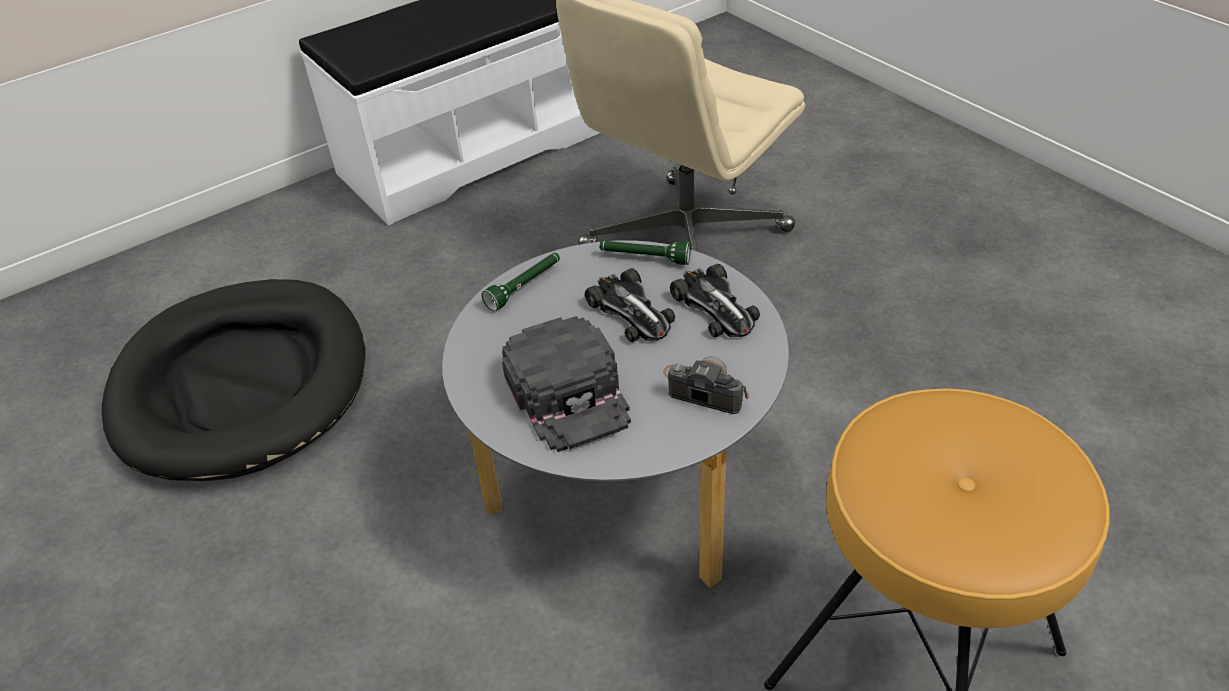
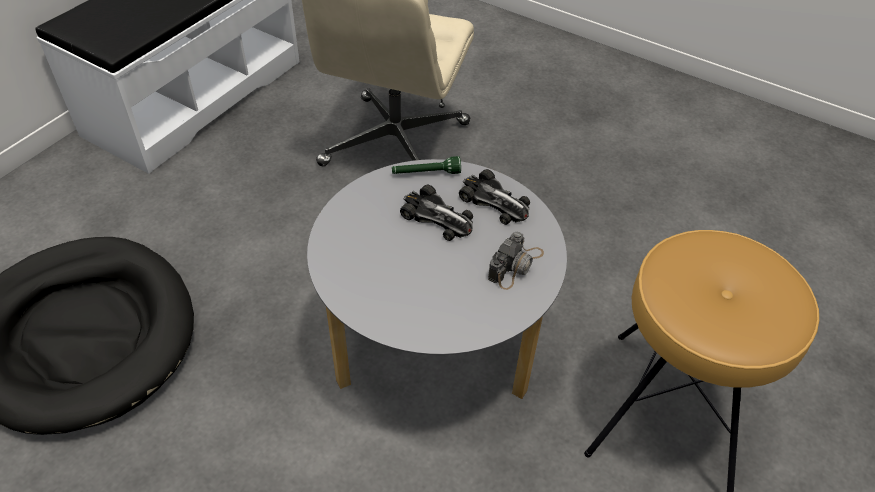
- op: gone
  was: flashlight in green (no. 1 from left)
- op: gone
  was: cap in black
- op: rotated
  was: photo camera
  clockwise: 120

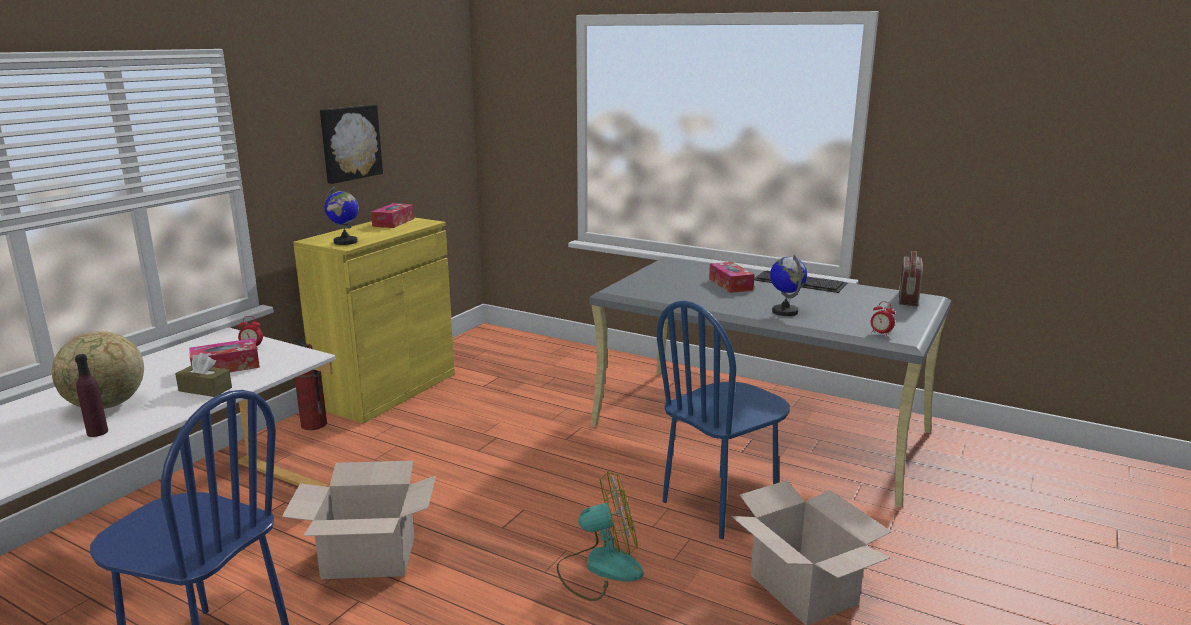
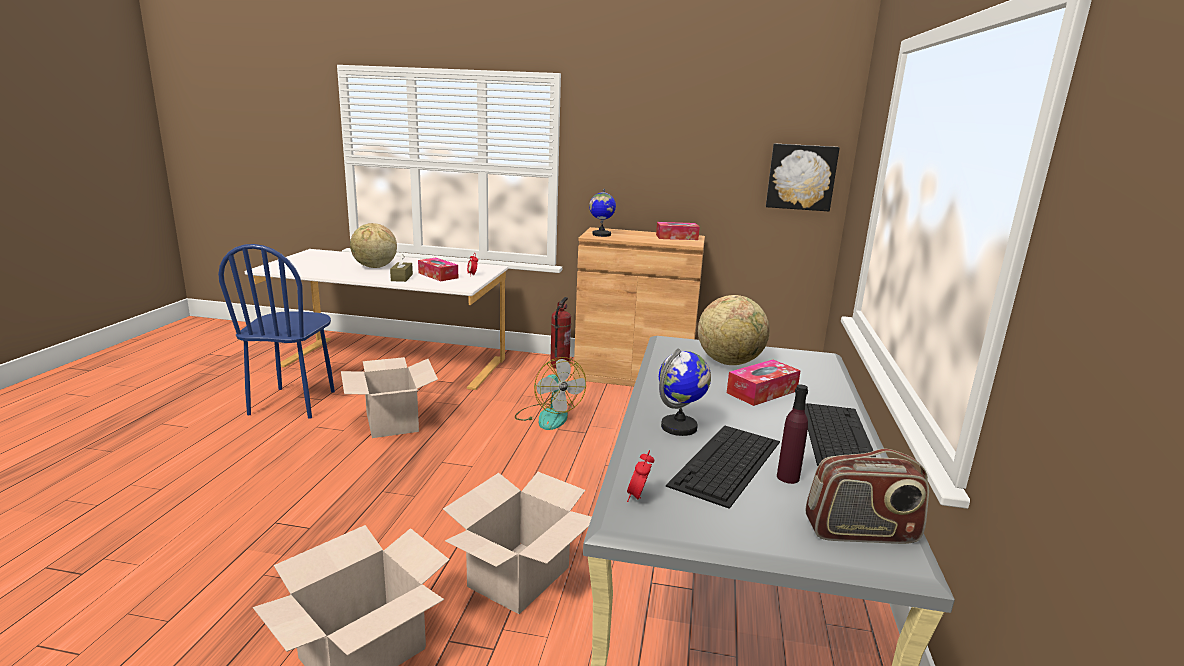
- op: shifted
  was: bottle in purple
- op: repainted
  was: cabinet in yellow
  now: cabinet in brown
- op: shifted
  was: picture
- op: shifted
  was: fan
- op: swapped
  was: chair in blue (no. 2 from left)
  now: cardboard box (no. 3 from left)
- op: new
  now: keyboard (no. 1 from left)
- op: new
  now: globe (no. 4 from left)

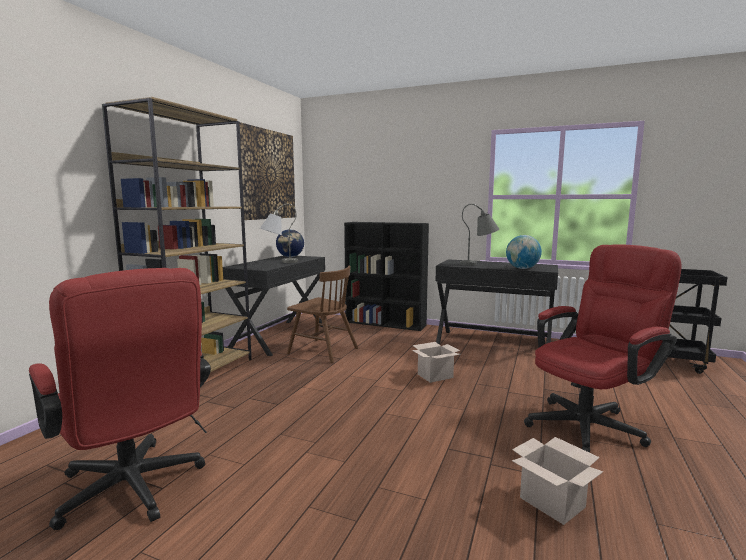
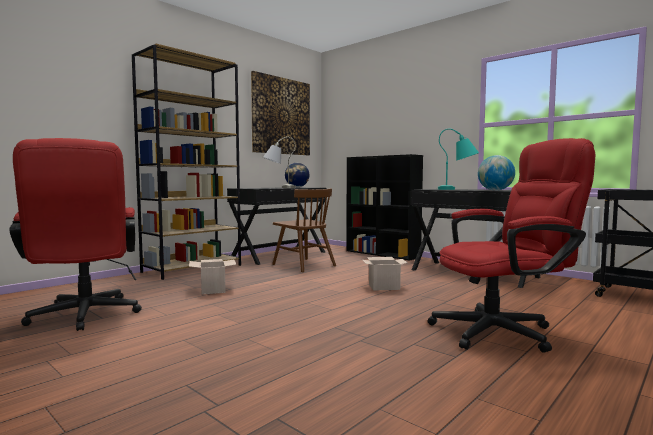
- op: repainted
  was: table lamp in grey (no. 2 from left)
  now: table lamp in turquoise
- op: shifted
  was: cardboard box (no. 2 from left in the first image)
  now: cardboard box (no. 1 from left)

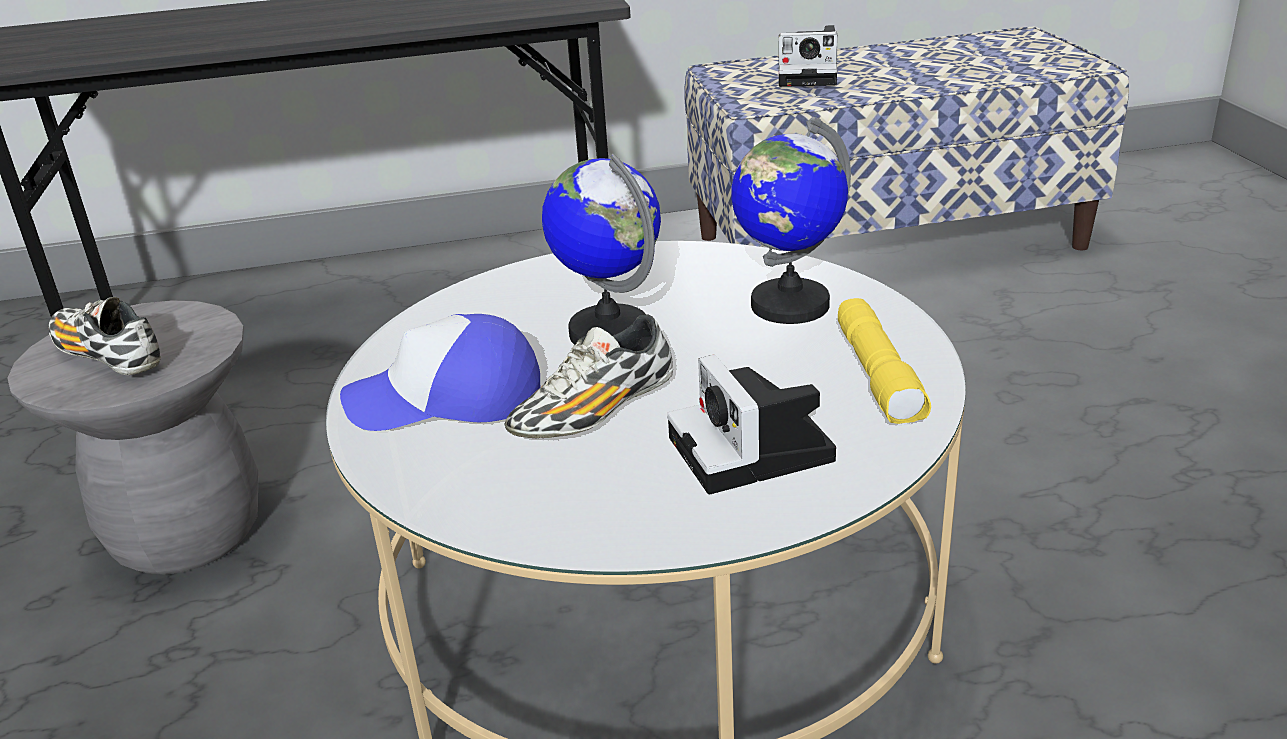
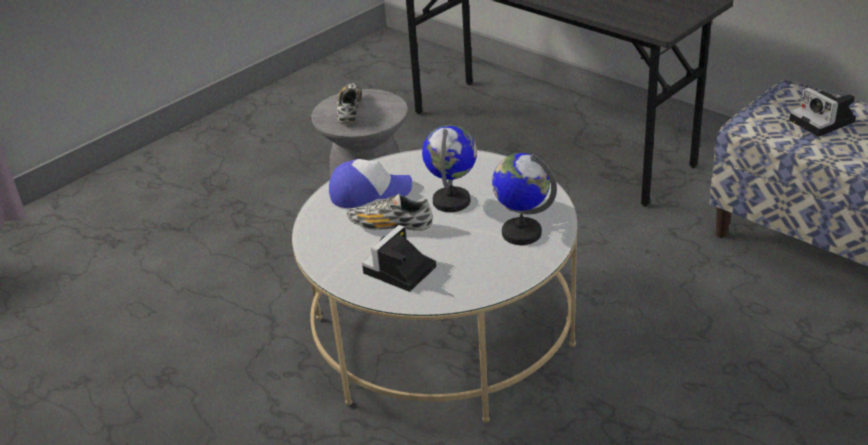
- op: rotated
  was: cap
  clockwise: 120
- op: gone
  was: flashlight in yellow

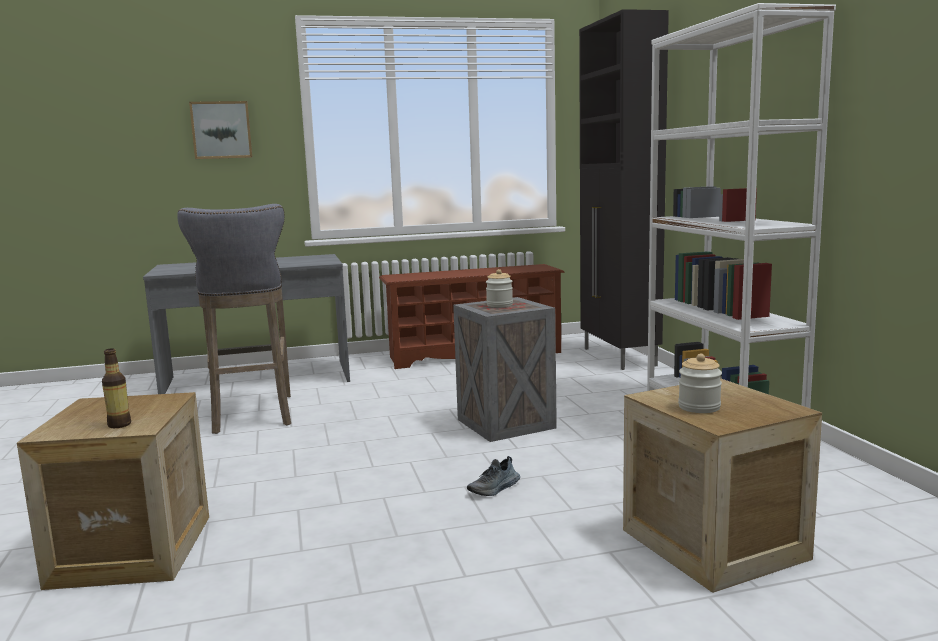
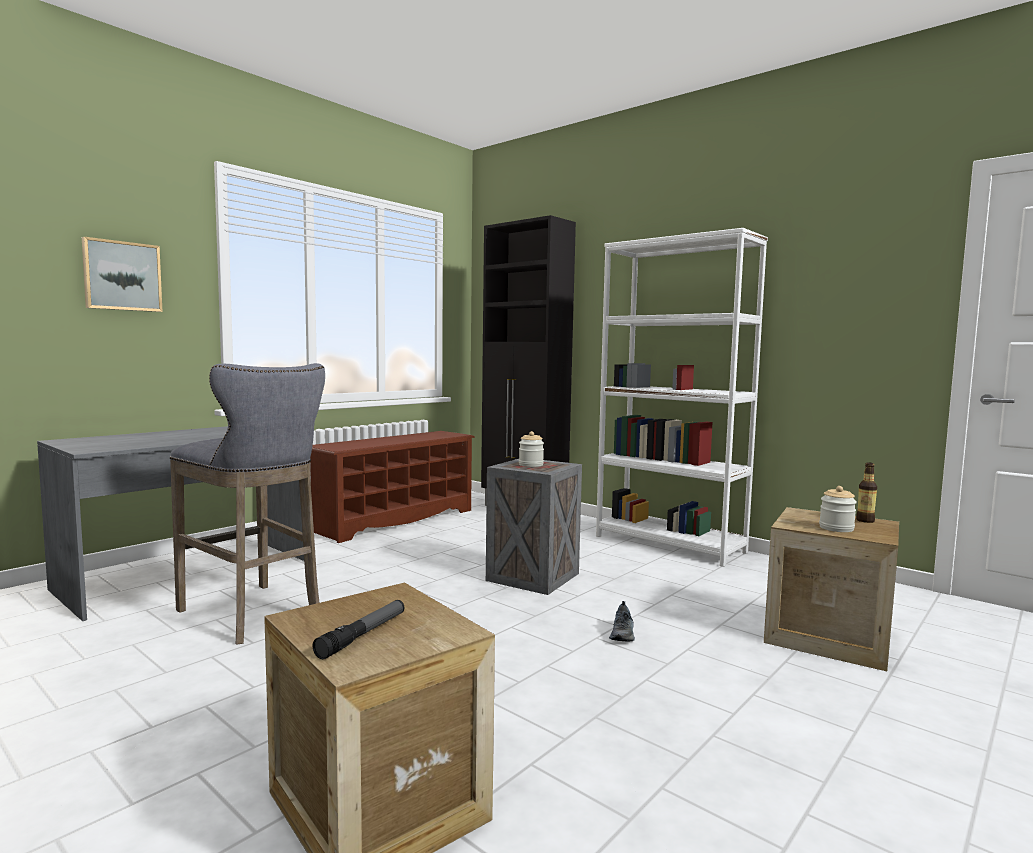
- op: shifted
  was: bottle
- op: new
  now: flashlight

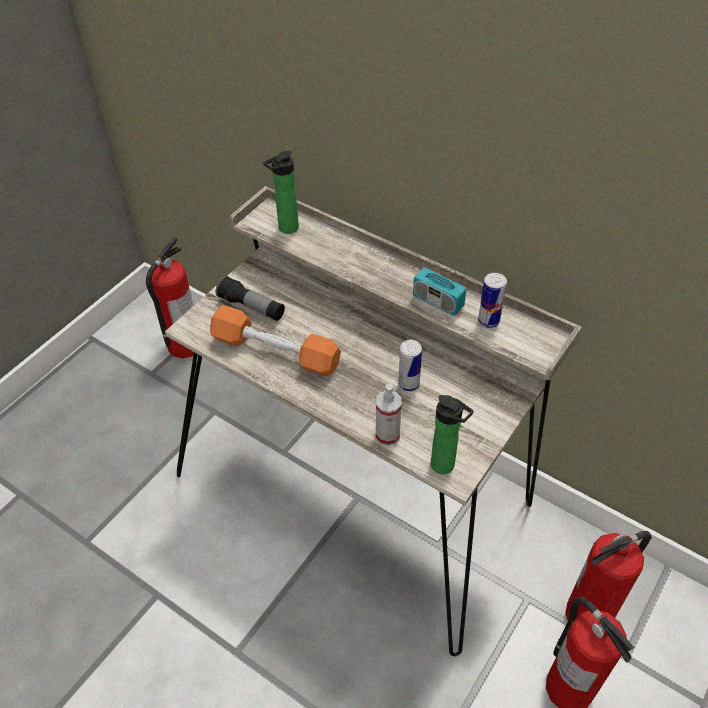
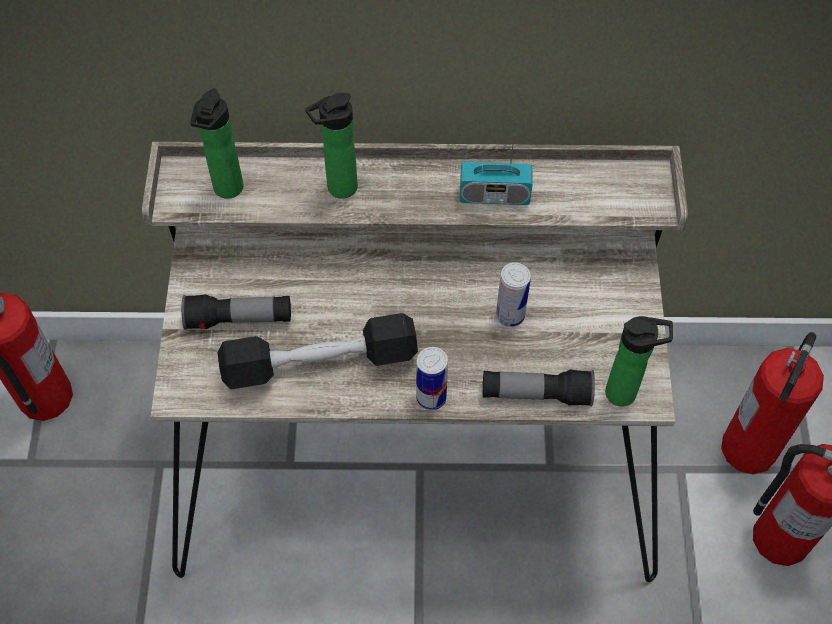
- op: repainted
  was: dumbbell in orange
  now: dumbbell in black
- op: swapped
  was: spray bottle
  now: flashlight (no. 2 from left)
- op: shifted
  was: can (no. 2 from left in the first image)
  now: can (no. 1 from left)
- op: new
  now: bottle (no. 2 from left)

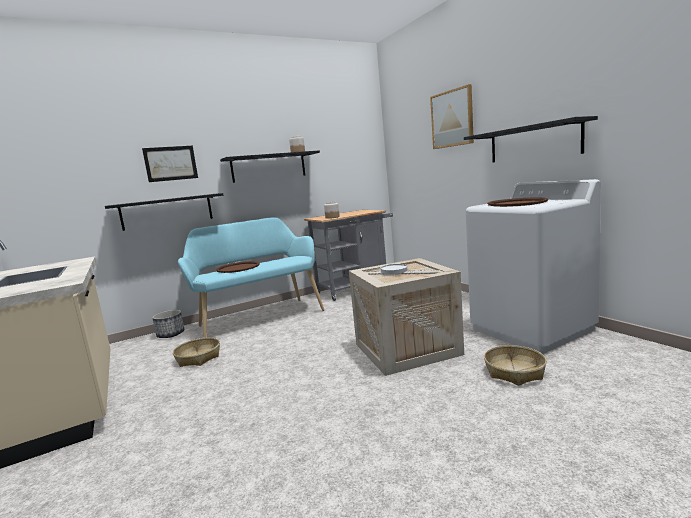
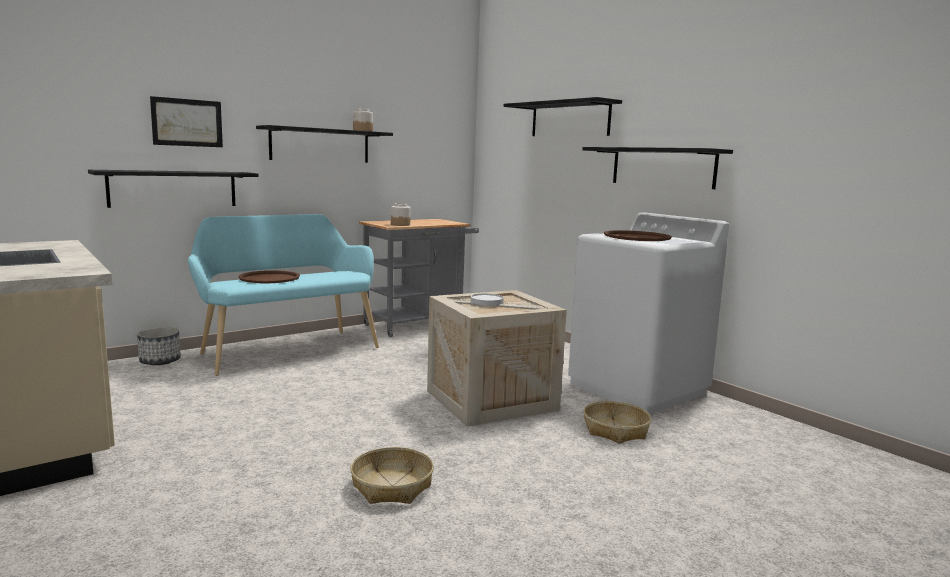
- op: shifted
  was: basket (no. 1 from left)
- op: swapped
  was: picture (no. 2 from left)
  now: shelf in black (no. 3 from left)

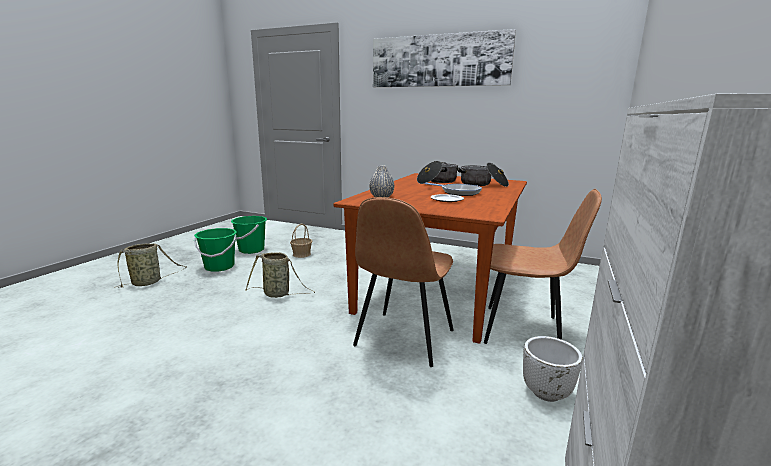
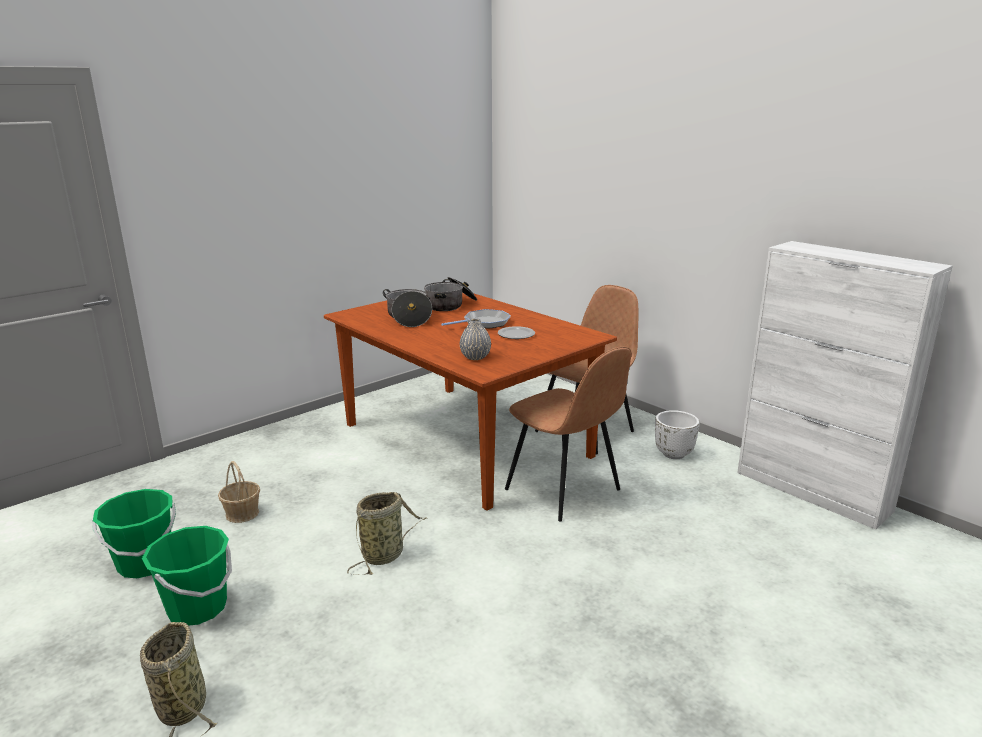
- op: gone
  was: picture

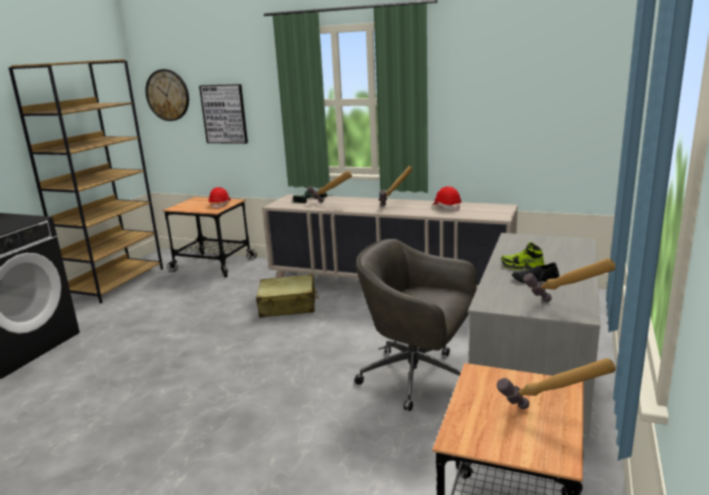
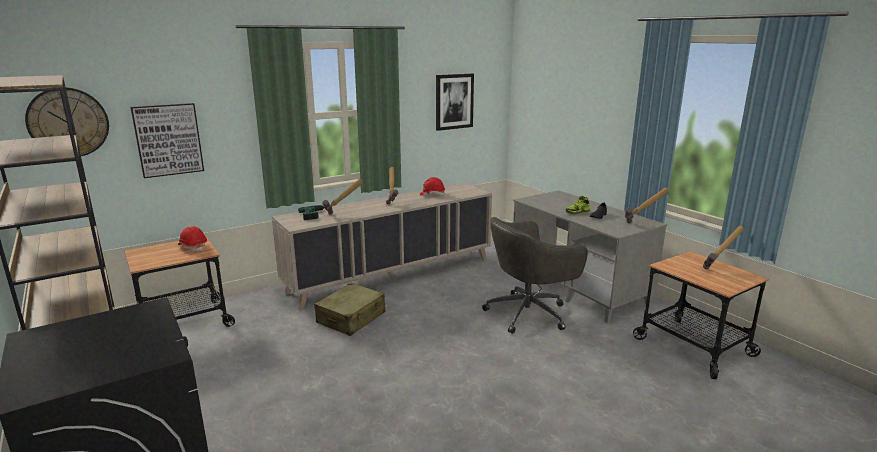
- op: new
  now: picture (no. 2 from left)

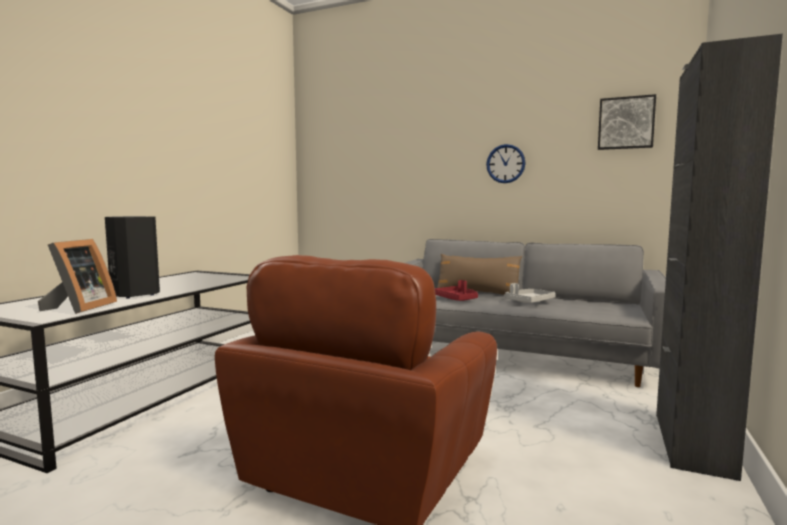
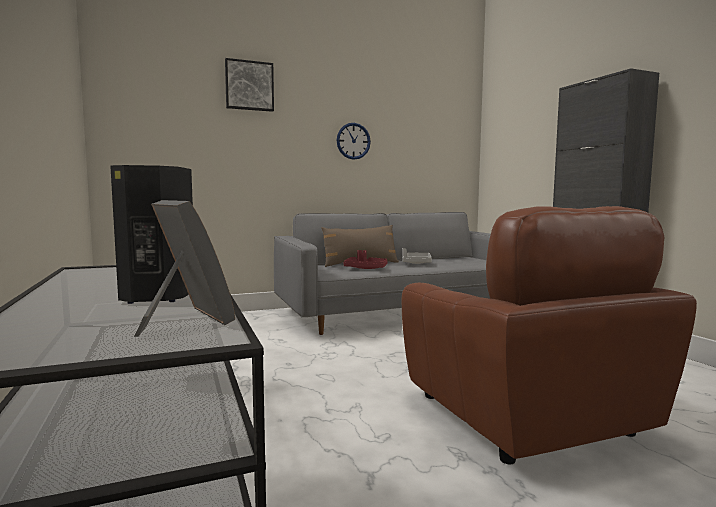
- op: shifted
  was: picture

